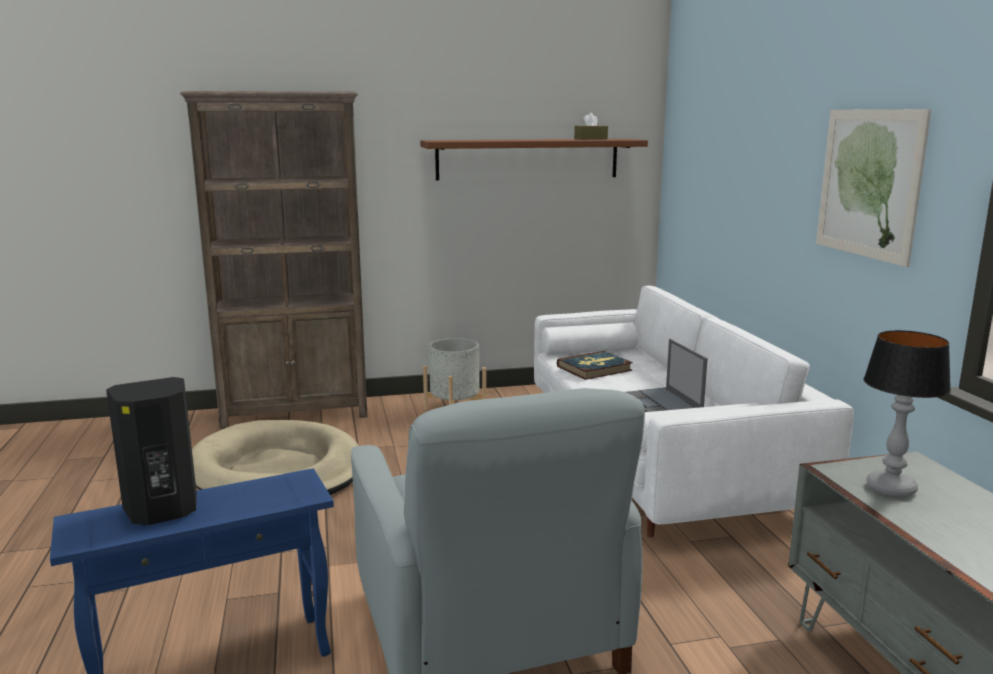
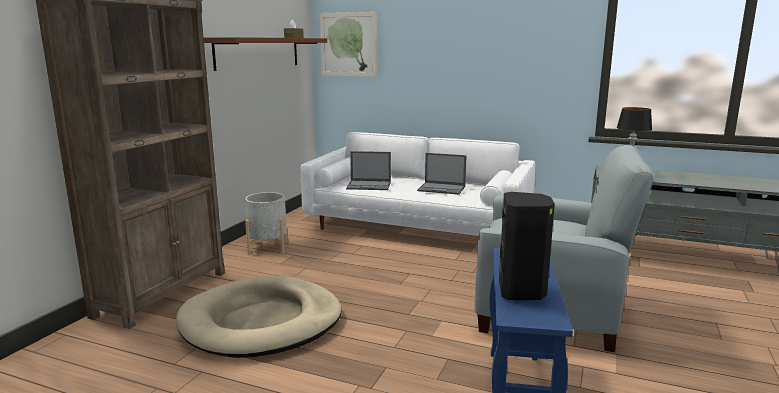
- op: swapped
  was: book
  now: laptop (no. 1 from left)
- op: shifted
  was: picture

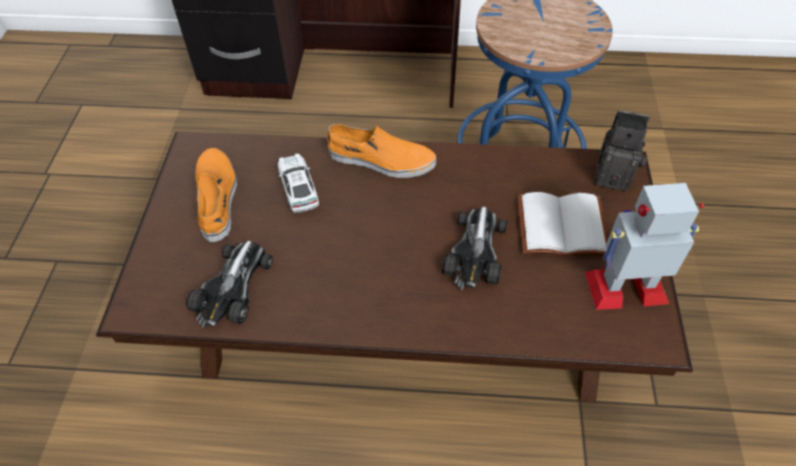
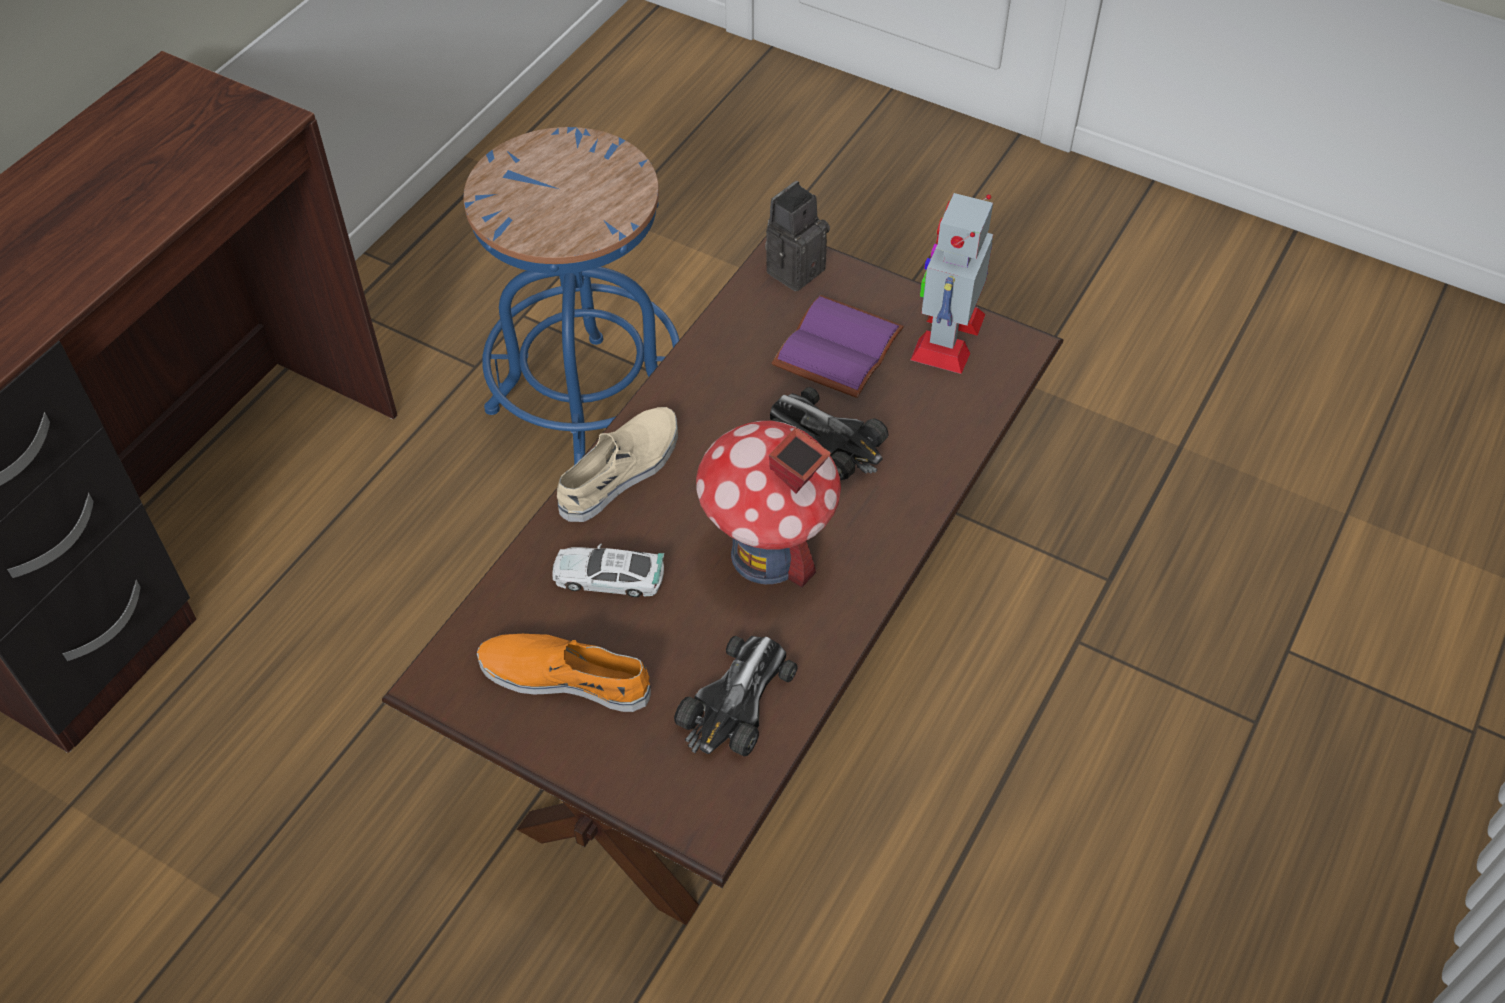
- op: rotated
  was: toy car (no. 1 from left in the first image)
  clockwise: 75
- op: repainted
  was: shoe in orange (no. 2 from left)
  now: shoe in beige
- op: repainted
  was: book in white
  now: book in purple
- op: new
  now: toy house

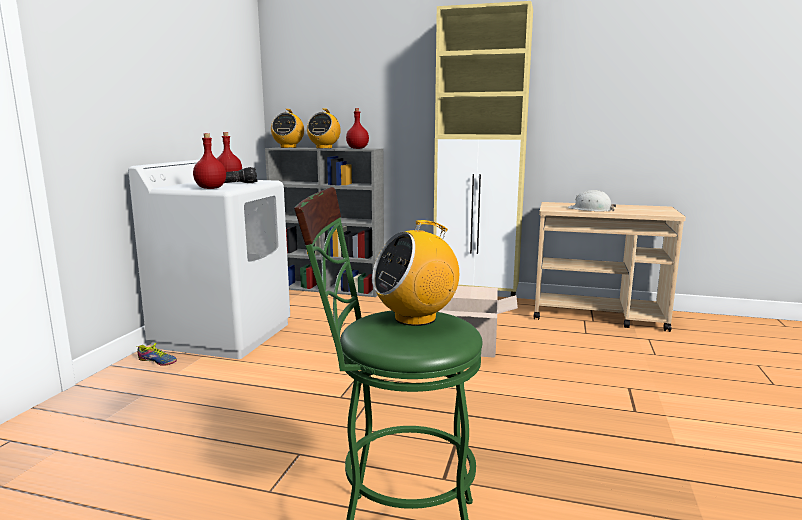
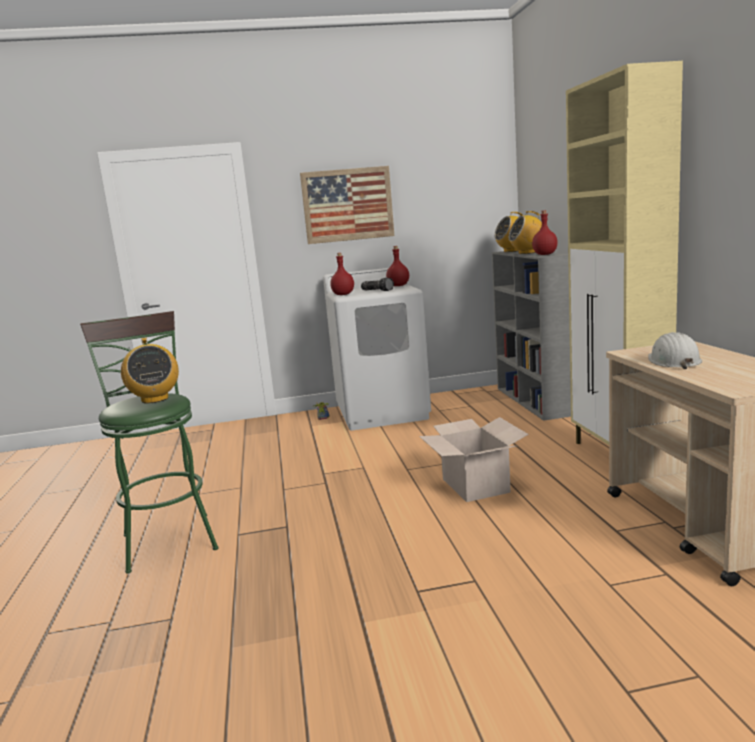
- op: rotated
  was: radio (no. 3 from left in the first image)
  clockwise: -150
- op: new
  now: picture

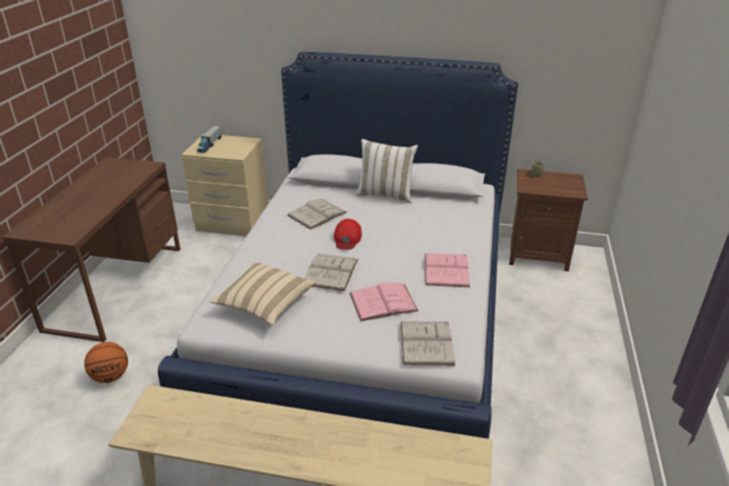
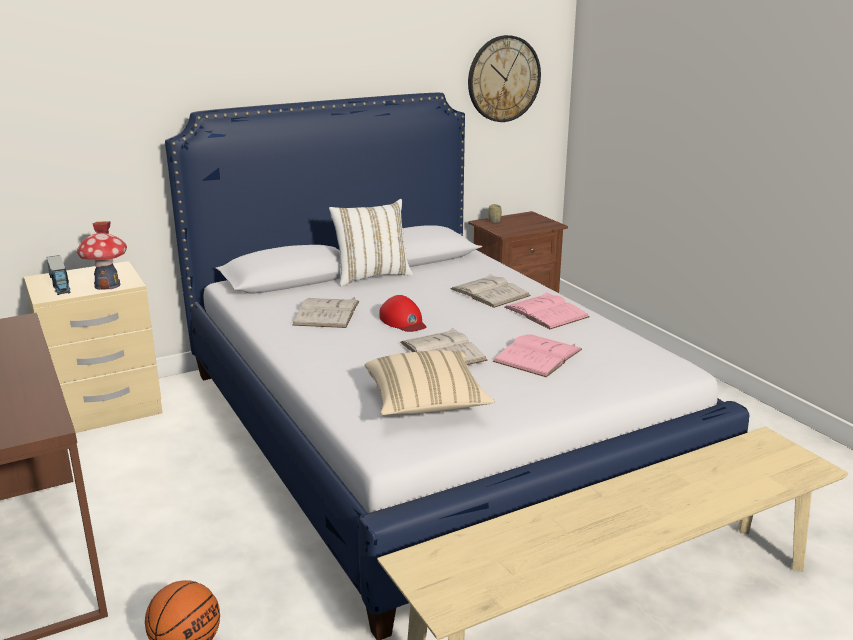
- op: shifted
  was: book in white (no. 3 from left)
- op: new
  now: toy house
- op: new
  now: wall clock

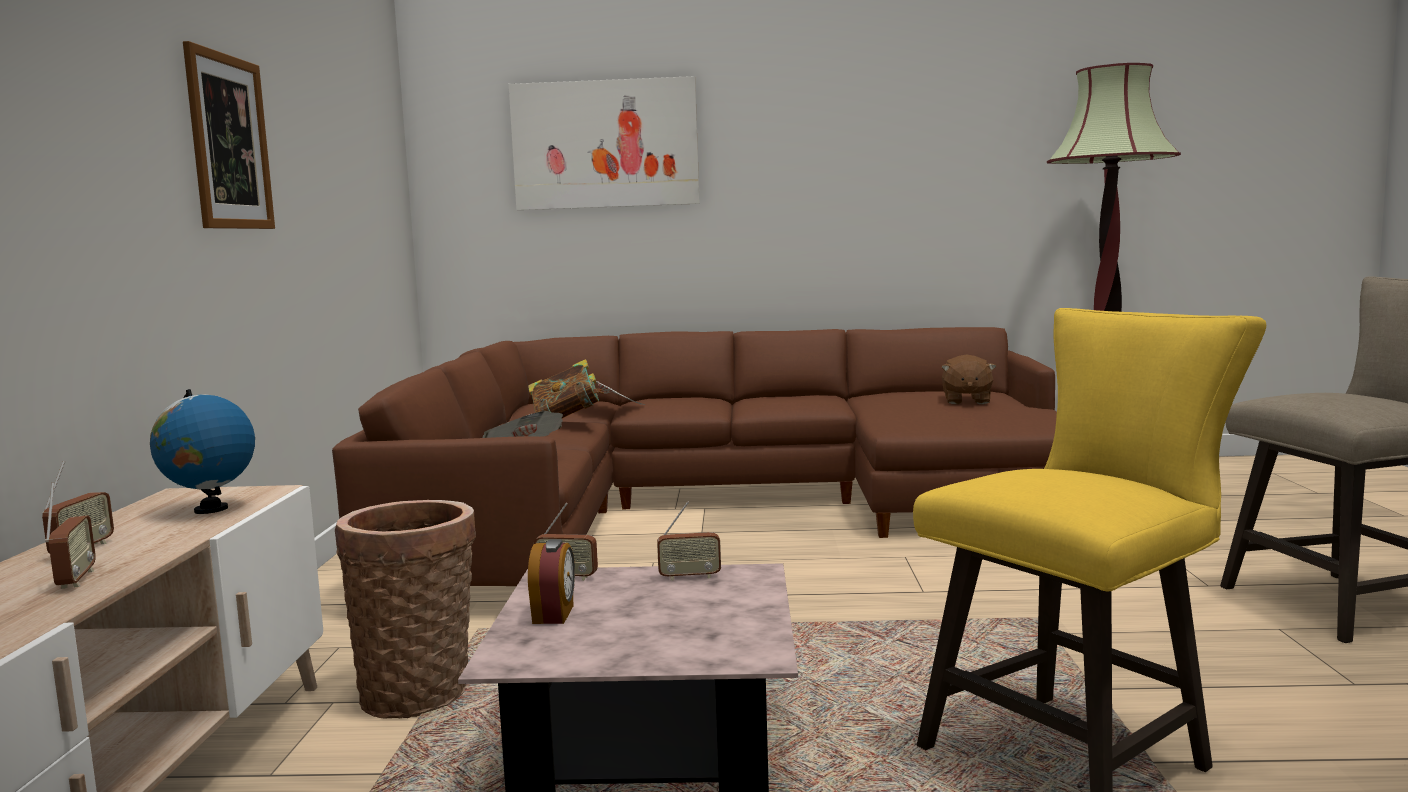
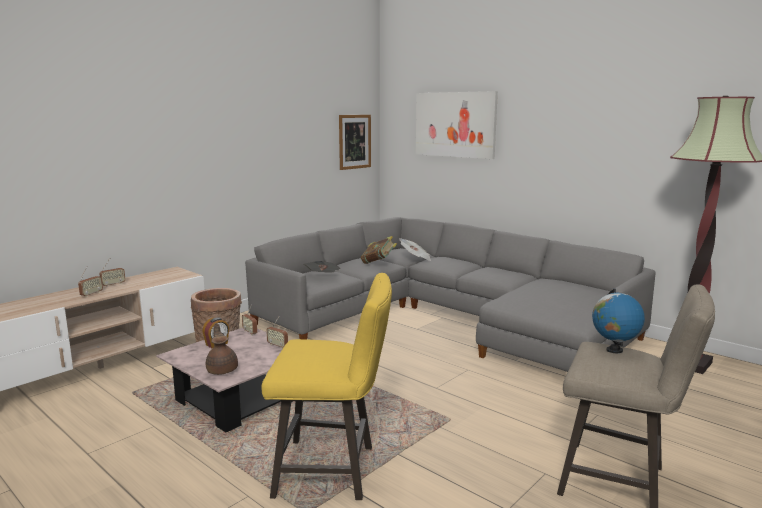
- op: shifted
  was: globe
- op: shifted
  was: picture (no. 1 from left)
- op: repainted
  was: sofa in brown
  now: sofa in grey
- op: gone
  was: plush toy in brown
- op: new
  now: teapot in brown

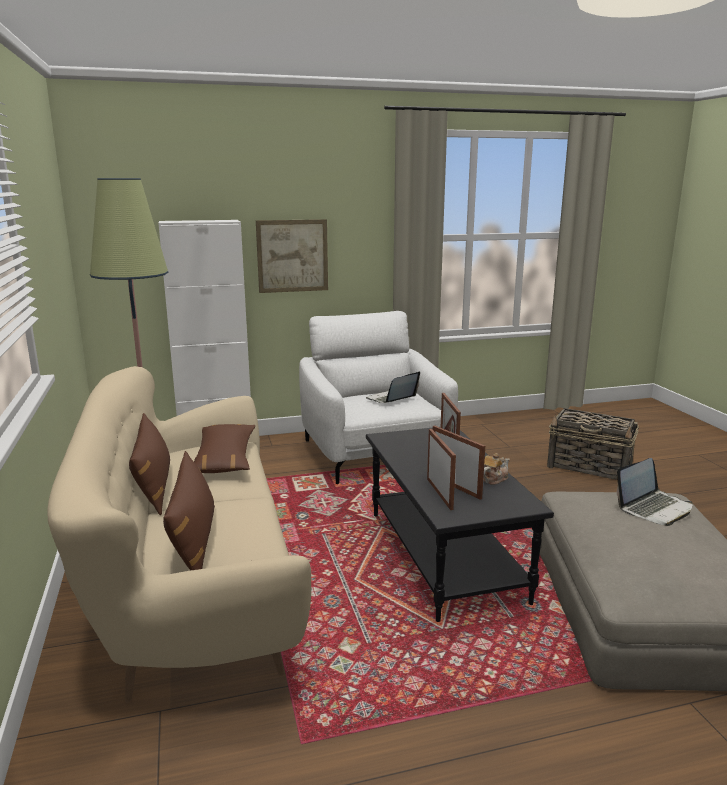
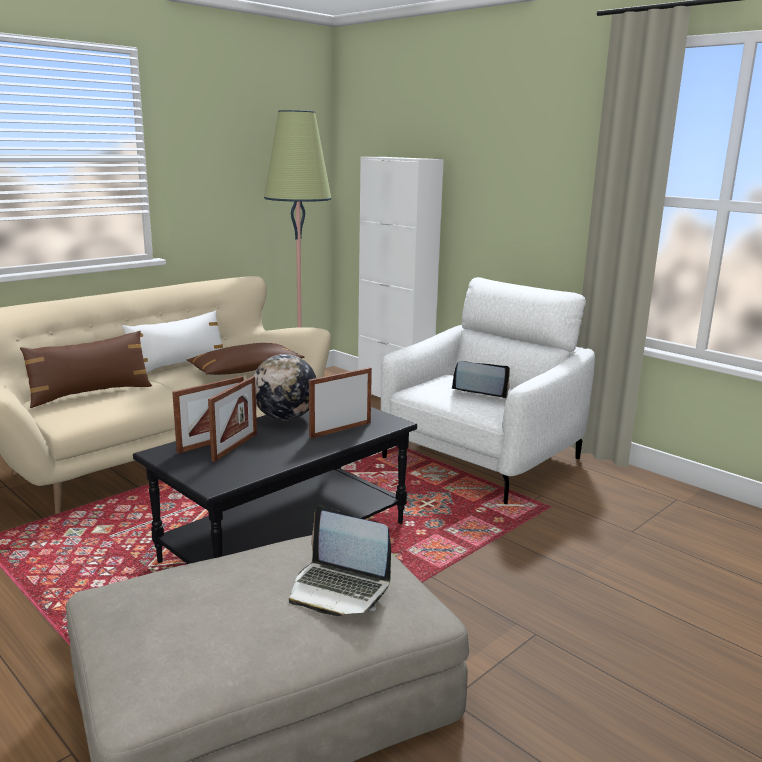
- op: repainted
  was: pillow in brown (no. 1 from left)
  now: pillow in white
- op: gone
  was: picture
- op: gone
  was: teapot
- op: gone
  was: basket
- op: new
  now: globe

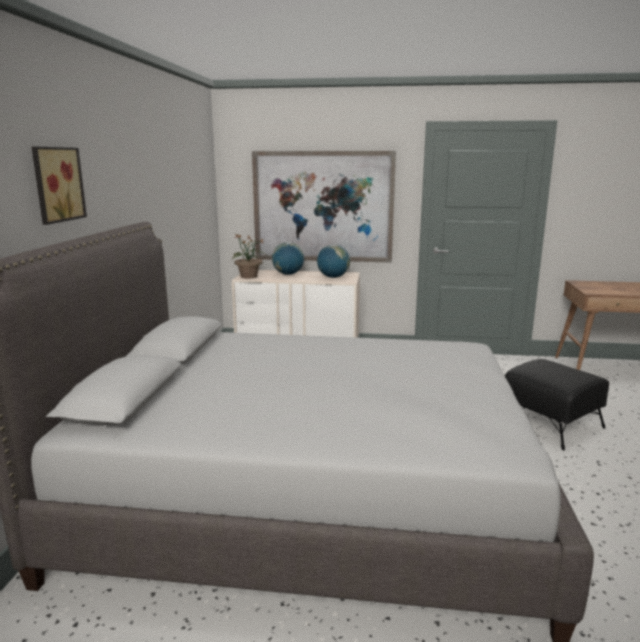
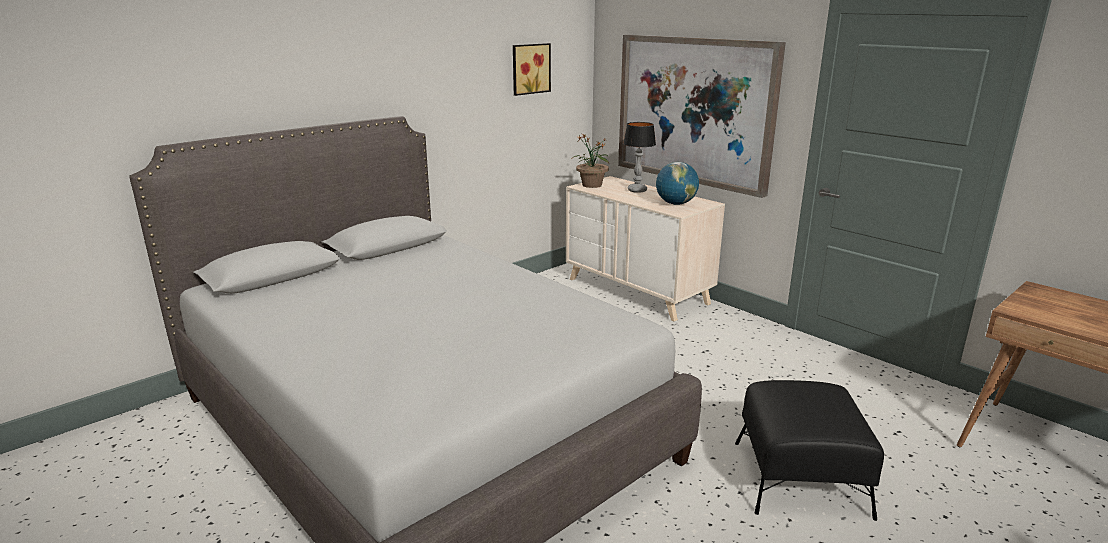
- op: shifted
  was: picture (no. 1 from left)
- op: swapped
  was: globe (no. 1 from left)
  now: table lamp

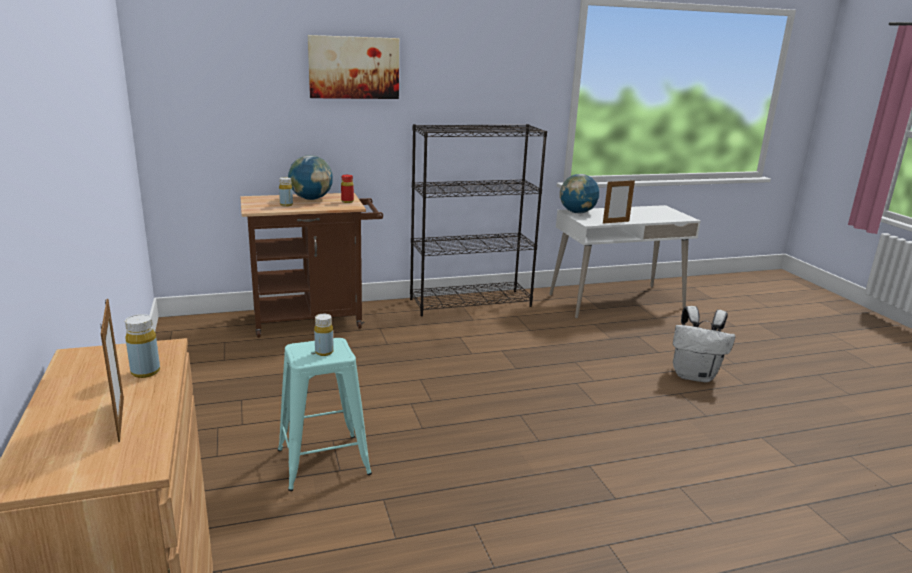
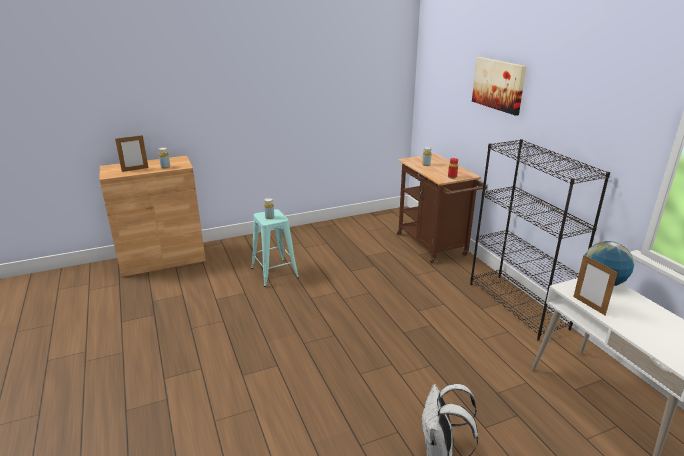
- op: gone
  was: globe (no. 1 from left)

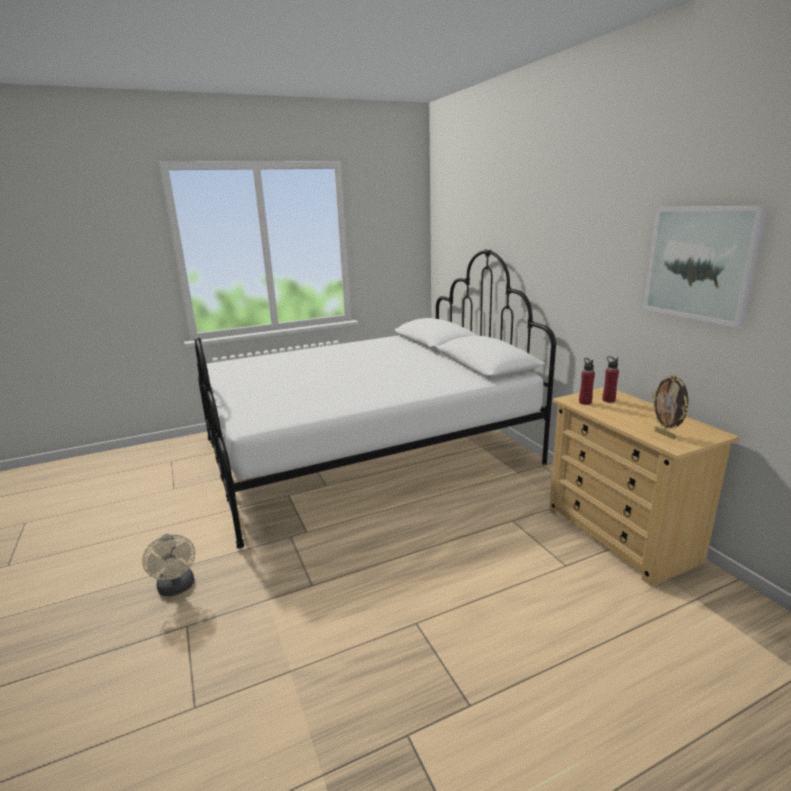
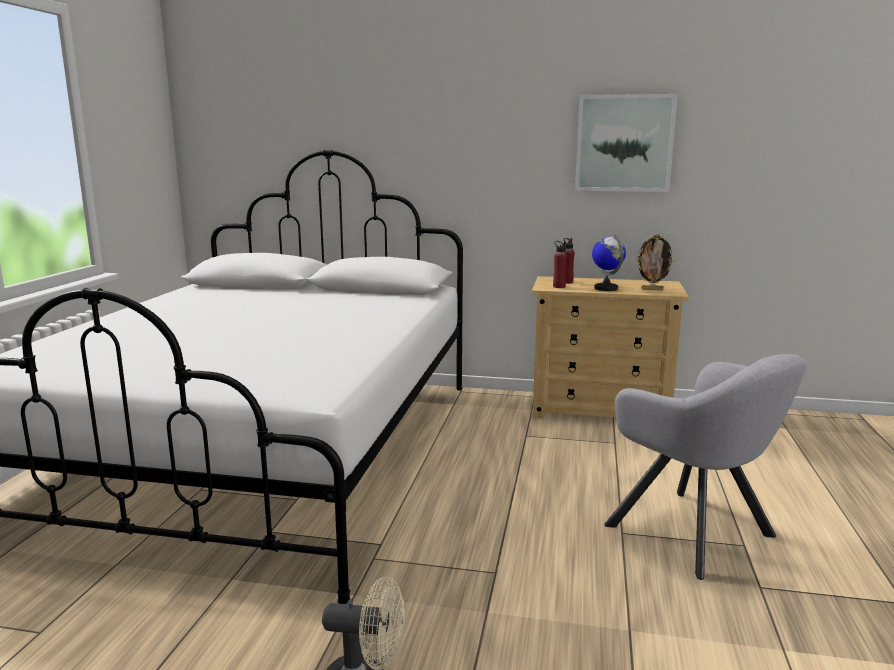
- op: new
  now: globe
- op: new
  now: armchair in grey

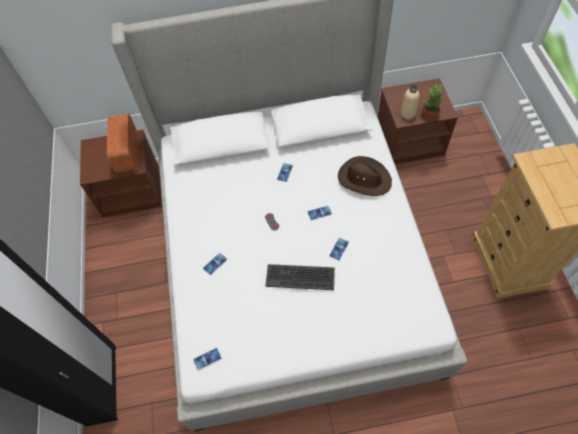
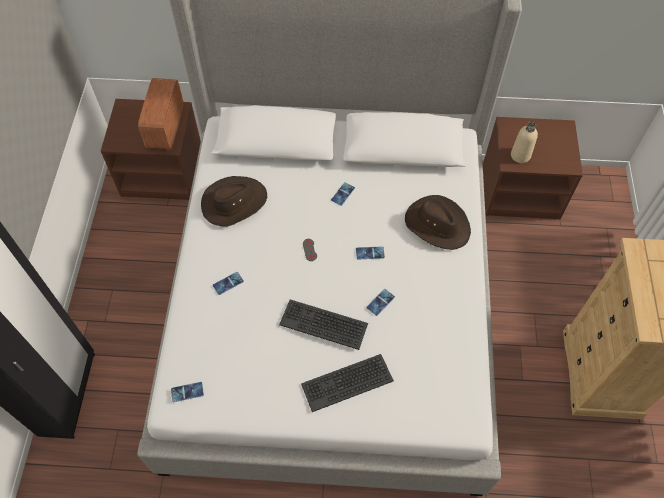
- op: gone
  was: potted plant
- op: new
  now: hat in brown (no. 1 from left)
- op: new
  now: keyboard (no. 2 from left)

